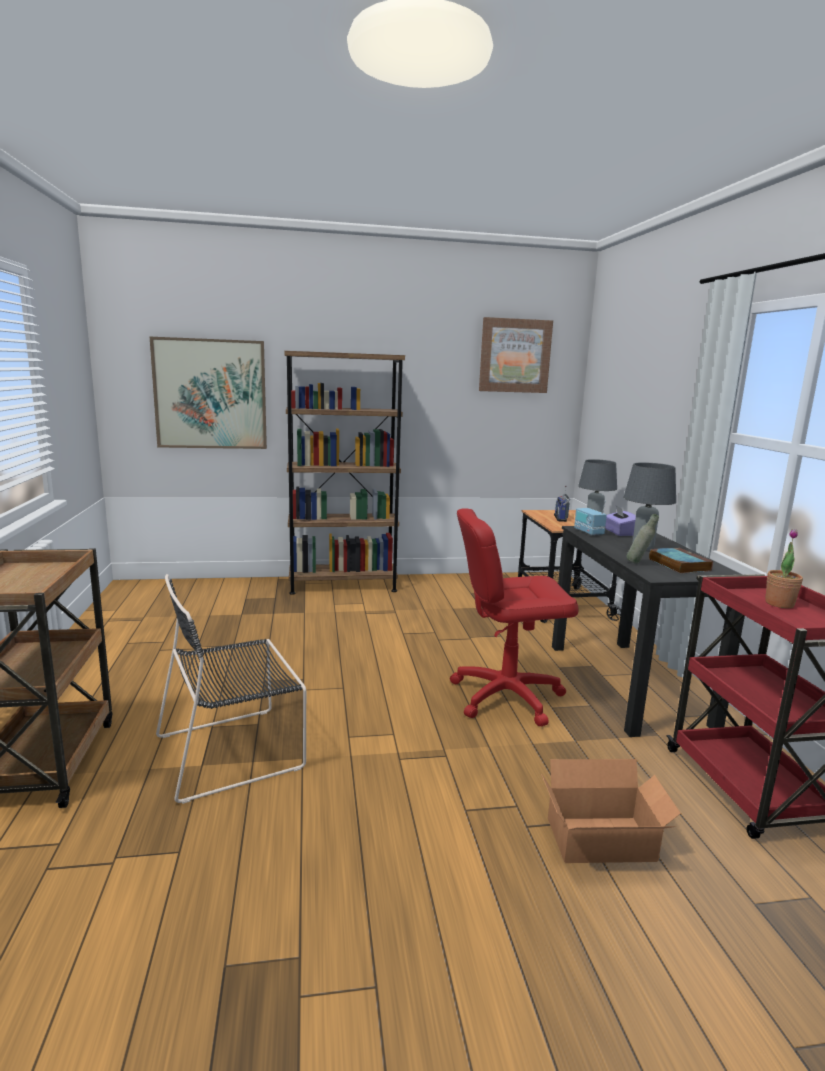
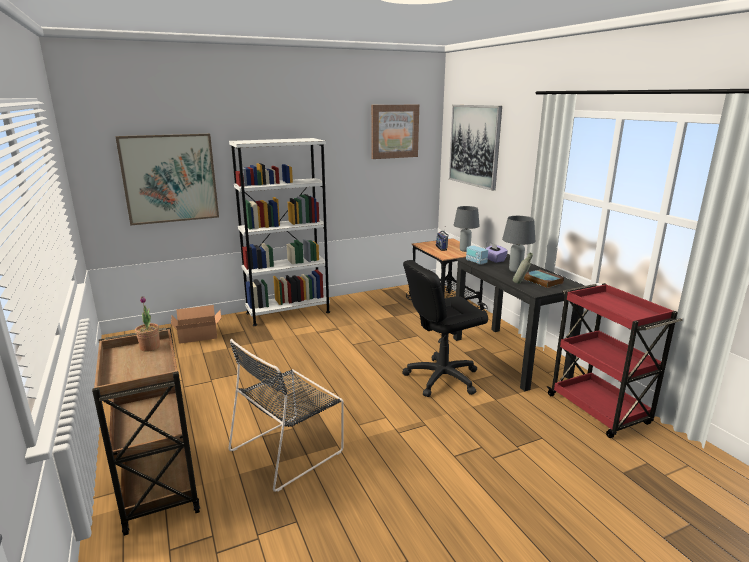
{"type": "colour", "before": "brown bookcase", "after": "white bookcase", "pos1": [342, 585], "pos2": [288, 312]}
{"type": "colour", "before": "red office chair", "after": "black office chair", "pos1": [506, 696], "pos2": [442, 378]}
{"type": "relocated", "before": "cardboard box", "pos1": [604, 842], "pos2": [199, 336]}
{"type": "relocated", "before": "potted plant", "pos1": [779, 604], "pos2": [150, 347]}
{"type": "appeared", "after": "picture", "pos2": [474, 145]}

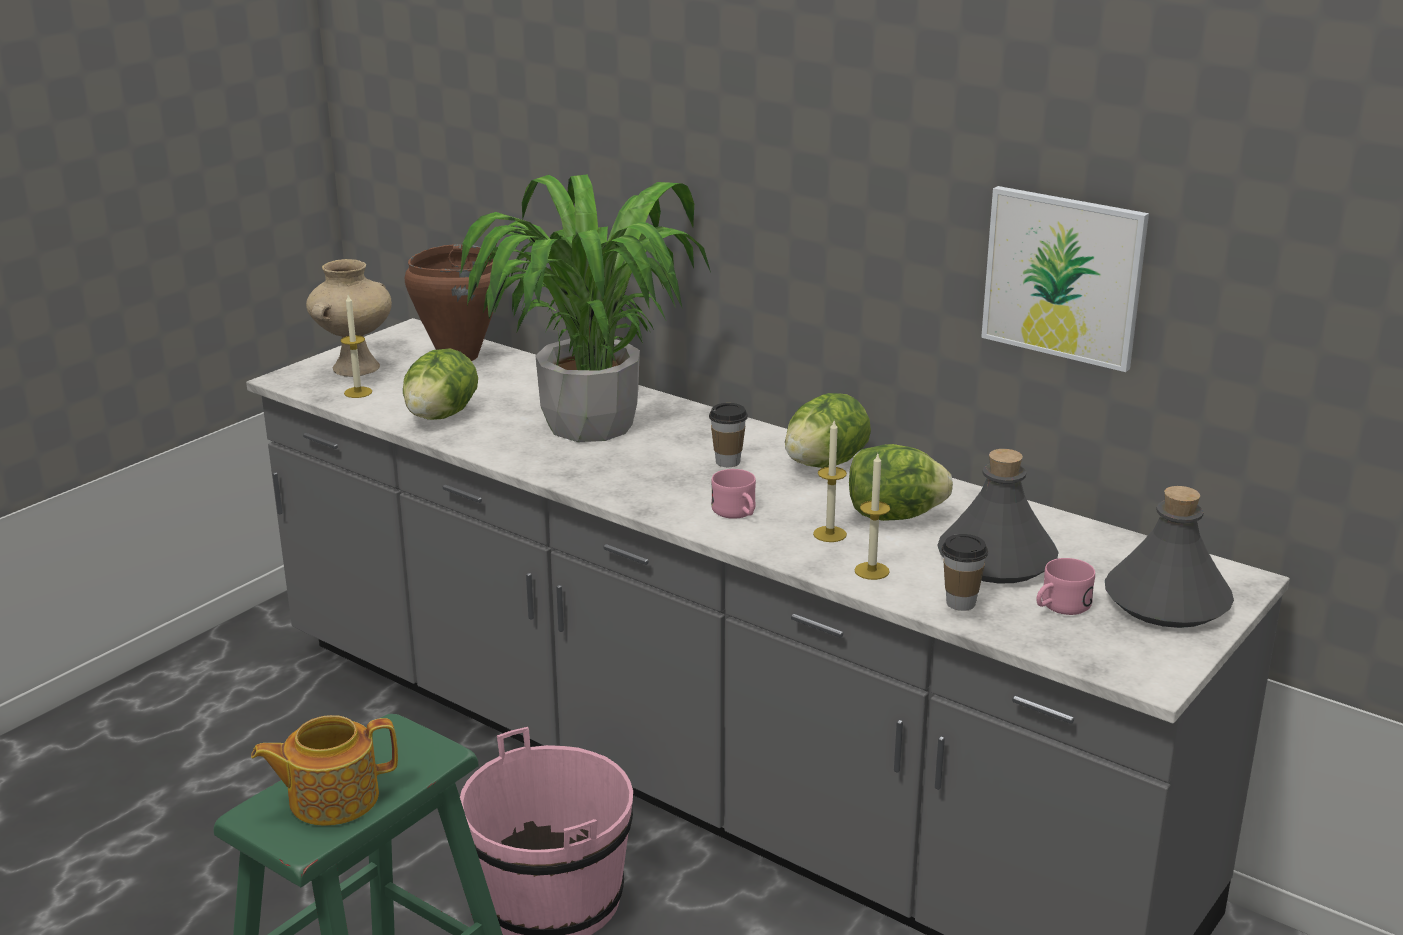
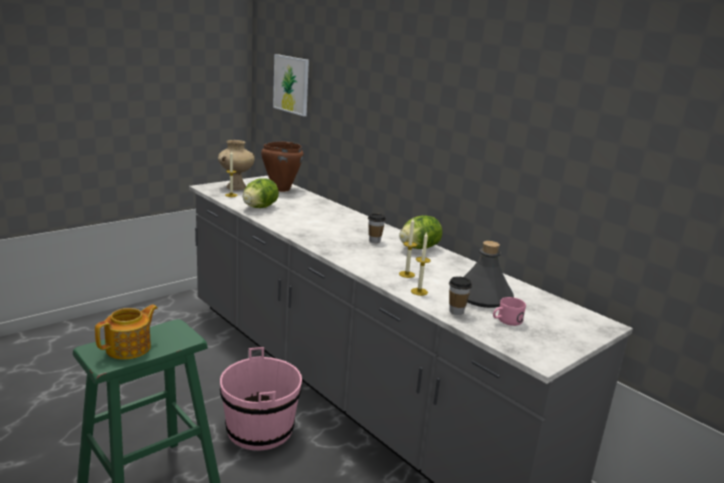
{"type": "spun", "before": "teapot", "pos1": [331, 798], "pos2": [130, 348], "turn": 135}
{"type": "missing", "before": "potted plant", "pos1": [588, 424]}
{"type": "missing", "before": "pink mug", "pos1": [737, 513]}
{"type": "missing", "before": "lettuce", "pos1": [894, 516]}
{"type": "relocated", "before": "picture", "pos1": [1063, 277], "pos2": [291, 84]}
{"type": "missing", "before": "grey bottle", "pos1": [1166, 601]}

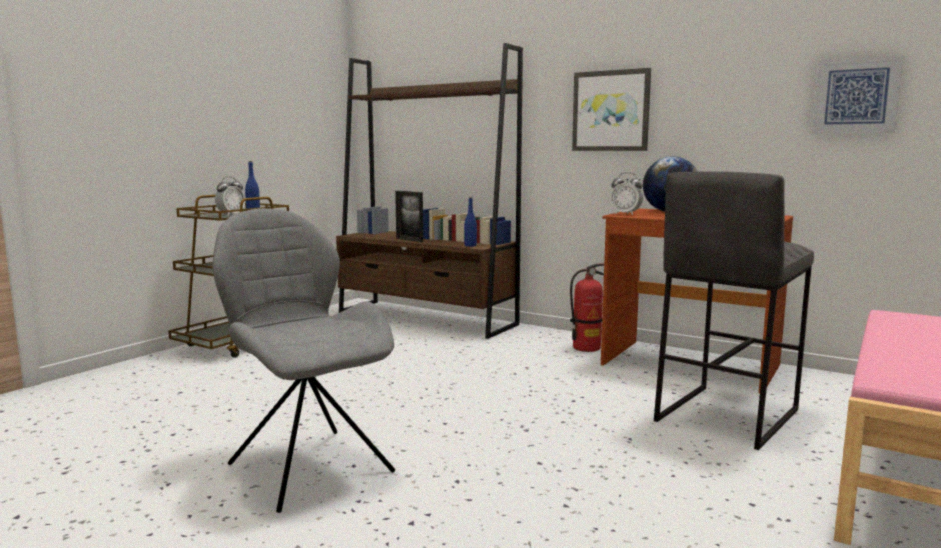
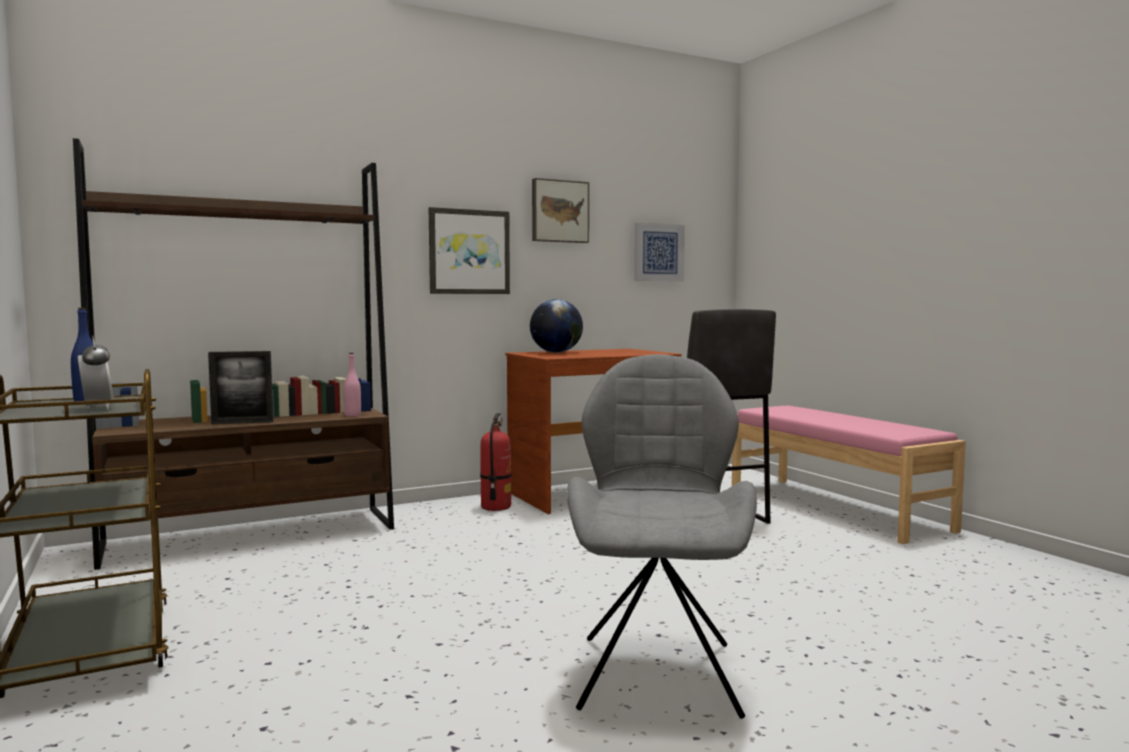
{"type": "spun", "before": "grey chair", "pos1": [307, 465], "pos2": [658, 671], "turn": 105}
{"type": "colour", "before": "blue bottle", "after": "pink bottle", "pos1": [470, 245], "pos2": [352, 415]}
{"type": "missing", "before": "alarm clock", "pos1": [625, 214]}
{"type": "appeared", "after": "picture", "pos2": [559, 211]}

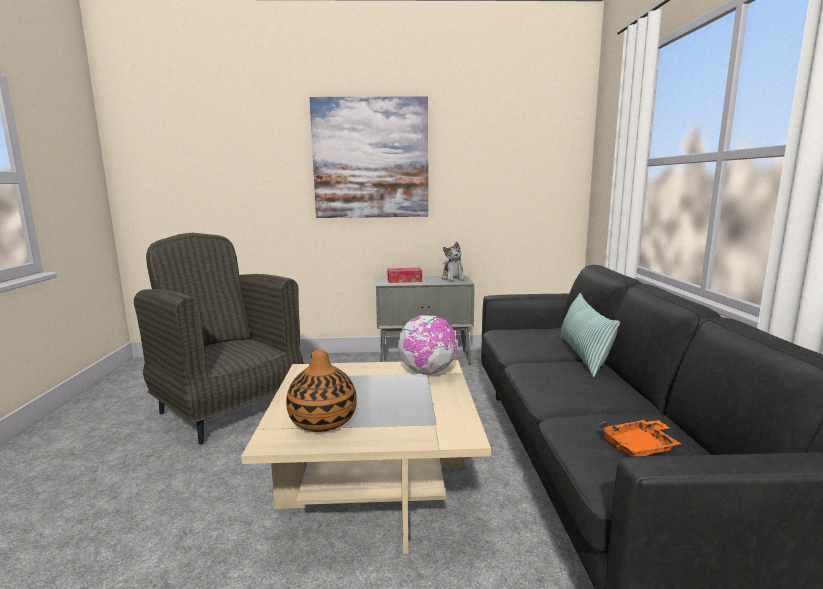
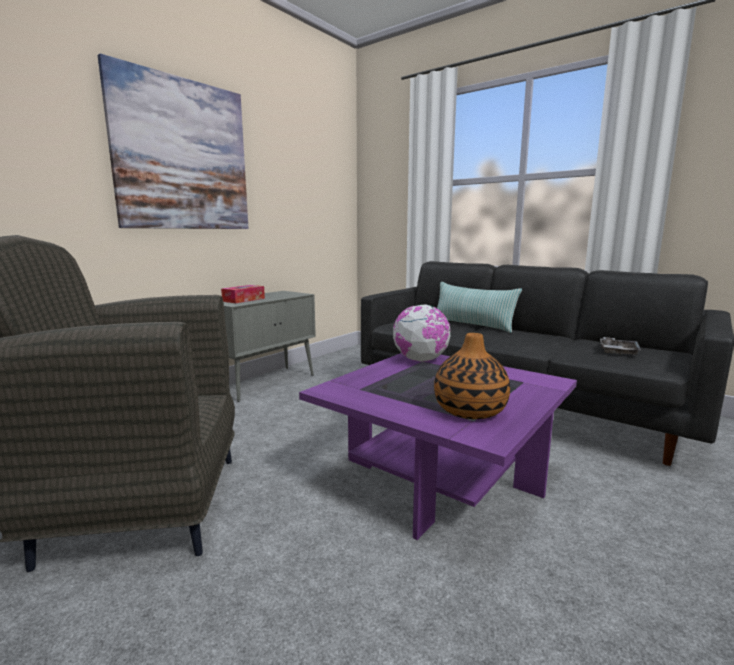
{"type": "colour", "before": "beige coffee table", "after": "purple coffee table", "pos1": [375, 485], "pos2": [439, 476]}
{"type": "missing", "before": "plush toy", "pos1": [453, 278]}
{"type": "colour", "before": "orange tray", "after": "grey tray", "pos1": [640, 447], "pos2": [617, 352]}

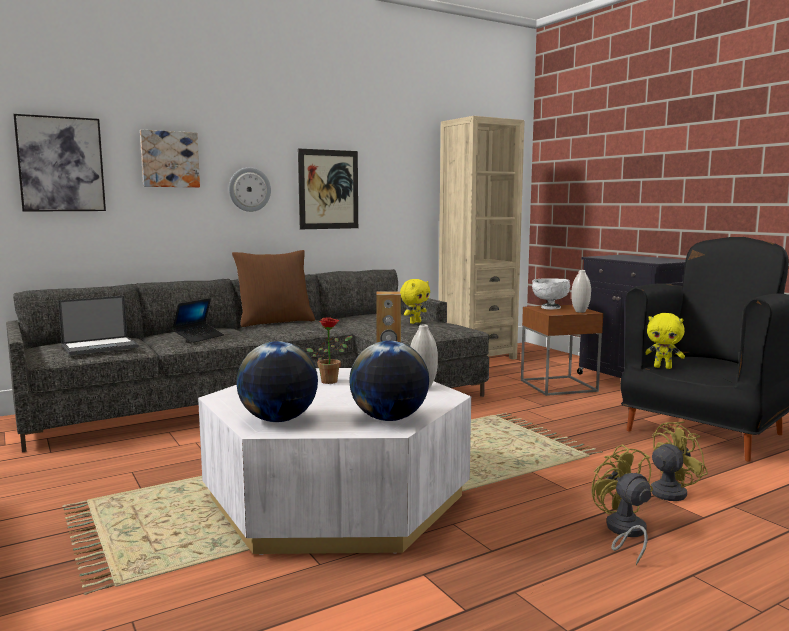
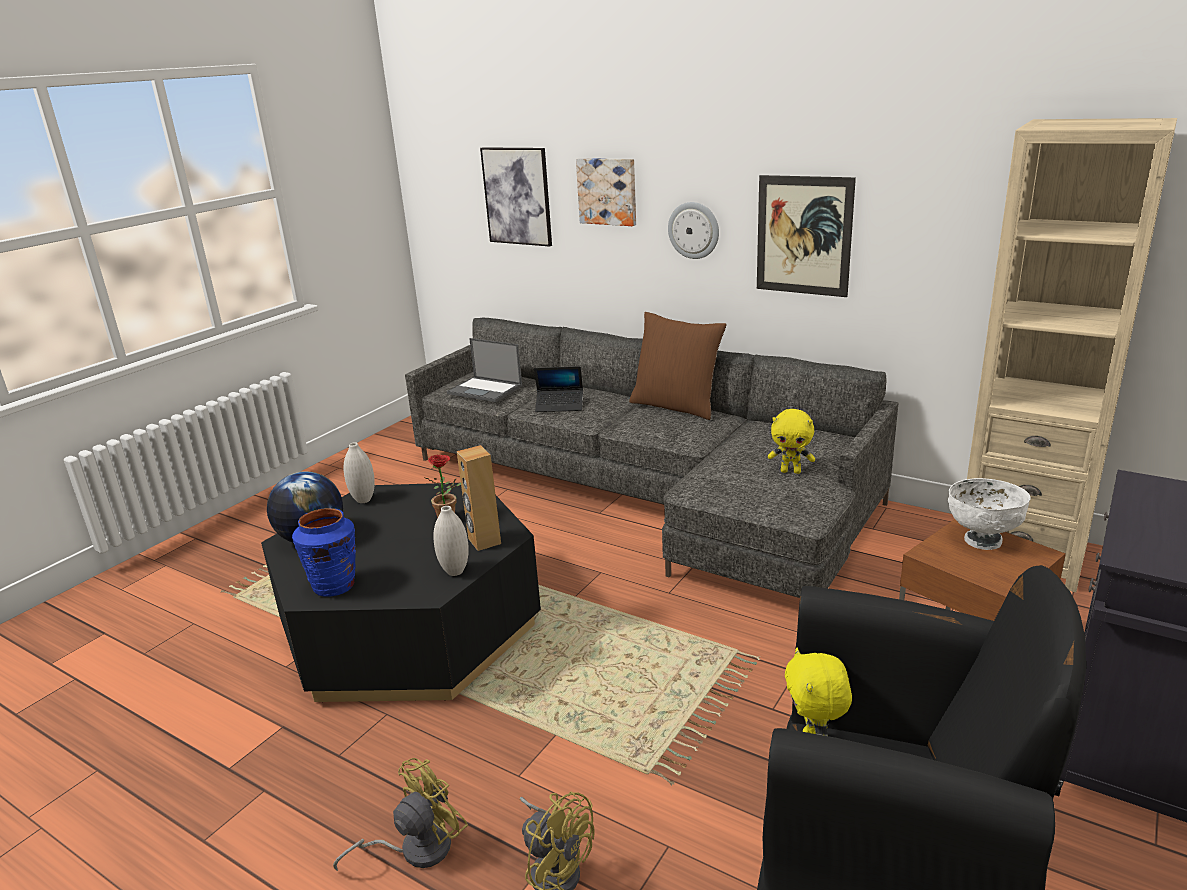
{"type": "colour", "before": "white coffee table", "after": "black coffee table", "pos1": [337, 498], "pos2": [412, 628]}
{"type": "exchanged", "before": "globe", "after": "blue vase", "pos1": [389, 419], "pos2": [334, 586]}
{"type": "relocated", "before": "white vase", "pos1": [580, 311], "pos2": [363, 500]}

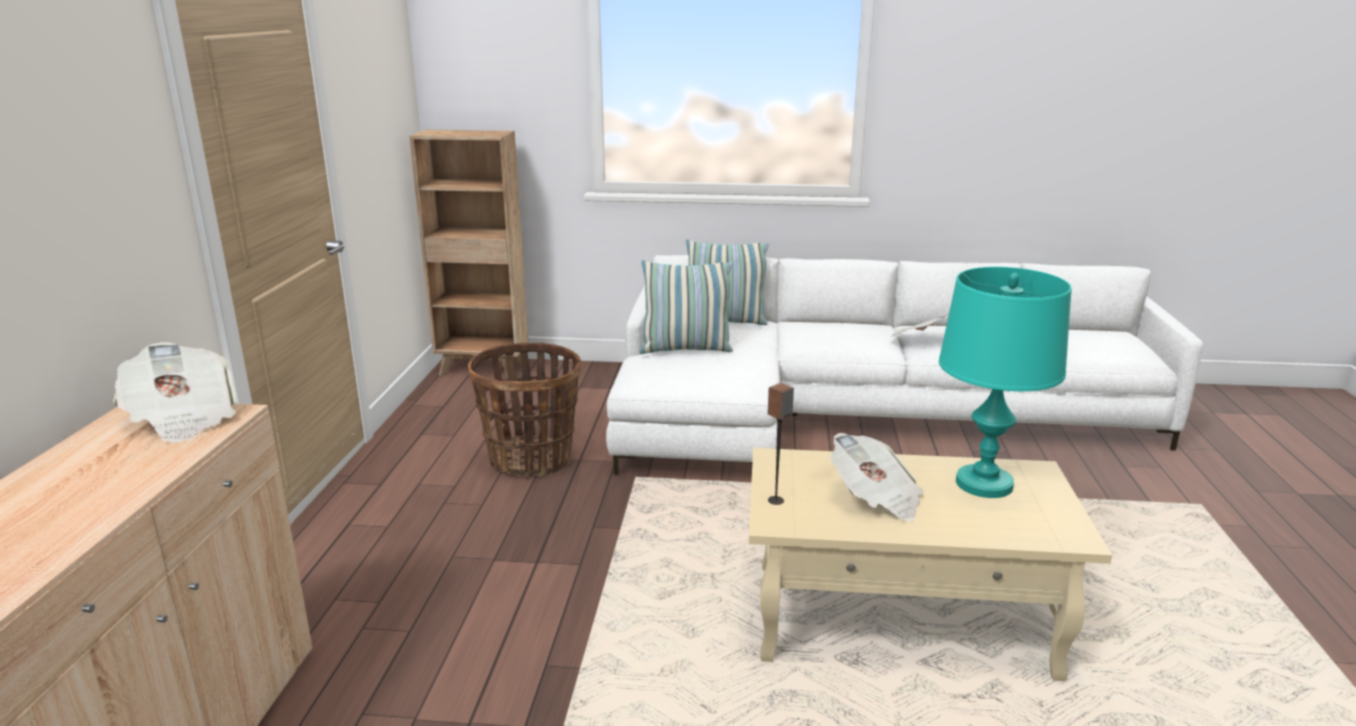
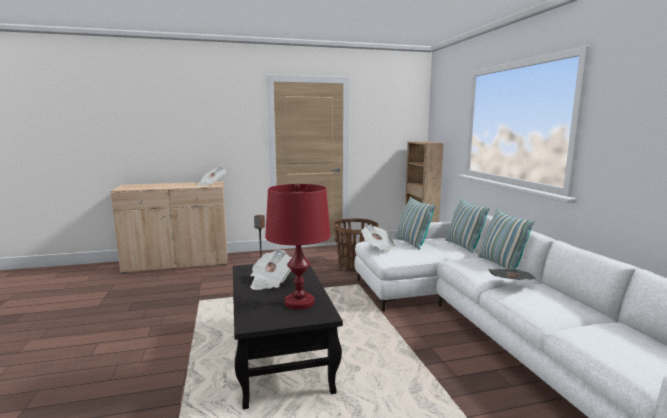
{"type": "colour", "before": "beige coffee table", "after": "black coffee table", "pos1": [902, 619], "pos2": [281, 356]}
{"type": "colour", "before": "turquoise table lamp", "after": "red table lamp", "pos1": [984, 484], "pos2": [299, 302]}
{"type": "appeared", "after": "newspaper", "pos2": [378, 247]}
{"type": "appeared", "after": "pillow", "pos2": [500, 264]}

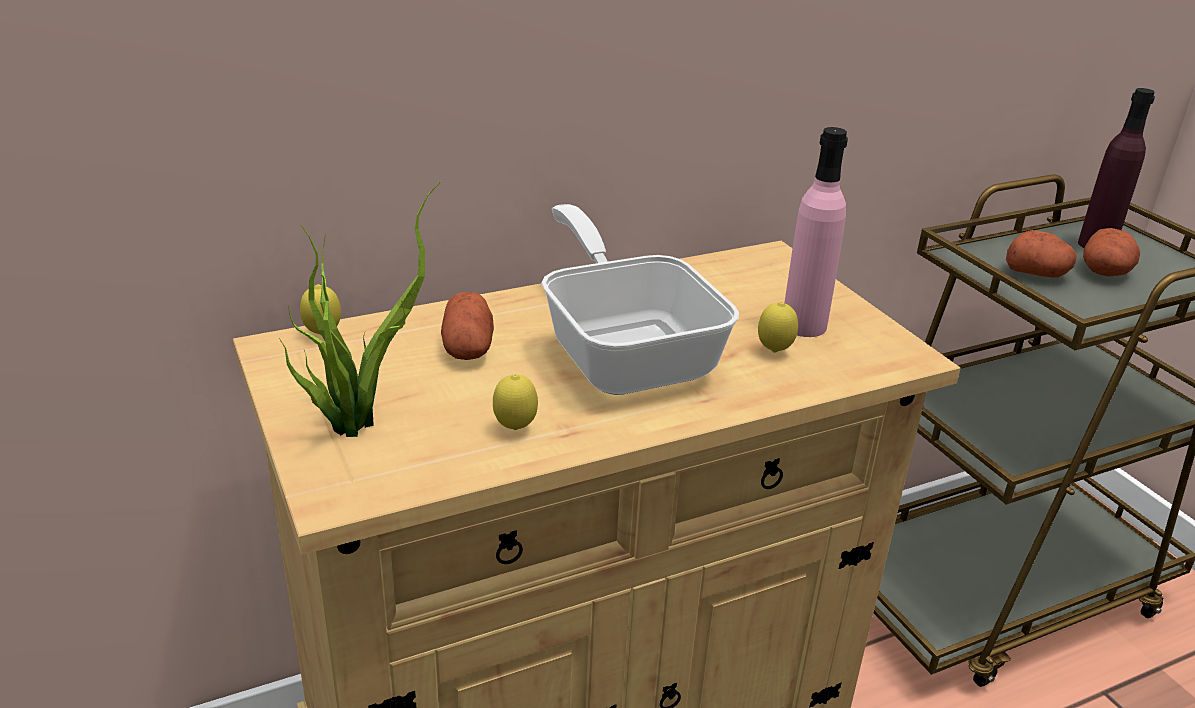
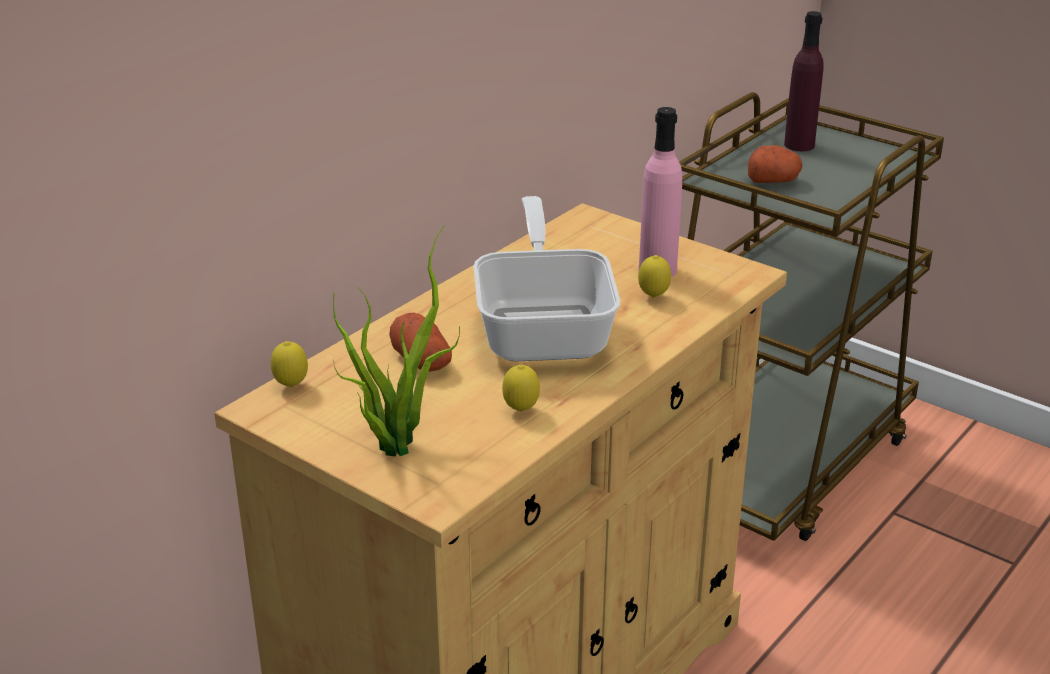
{"type": "spun", "before": "frying pan", "pos1": [625, 350], "pos2": [545, 327], "turn": 45}
{"type": "missing", "before": "potato", "pos1": [1105, 272]}

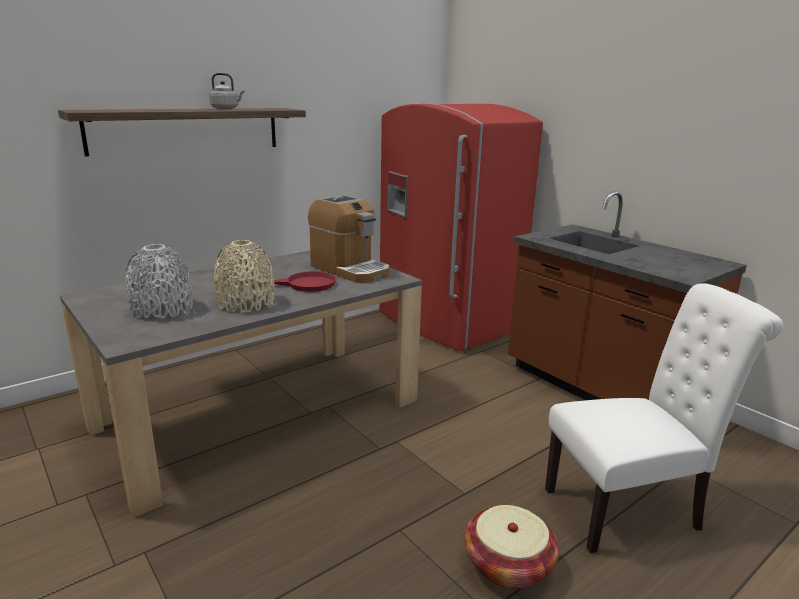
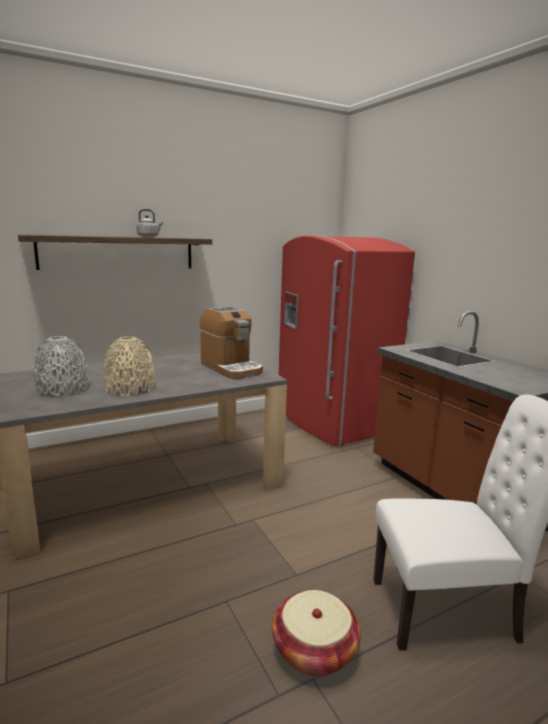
{"type": "missing", "before": "red frying pan", "pos1": [301, 284]}

